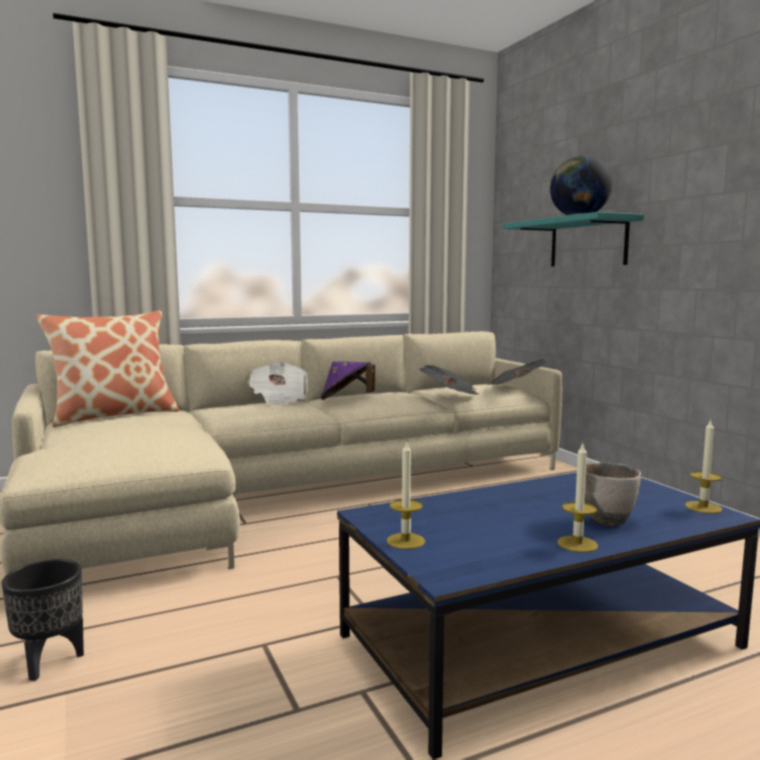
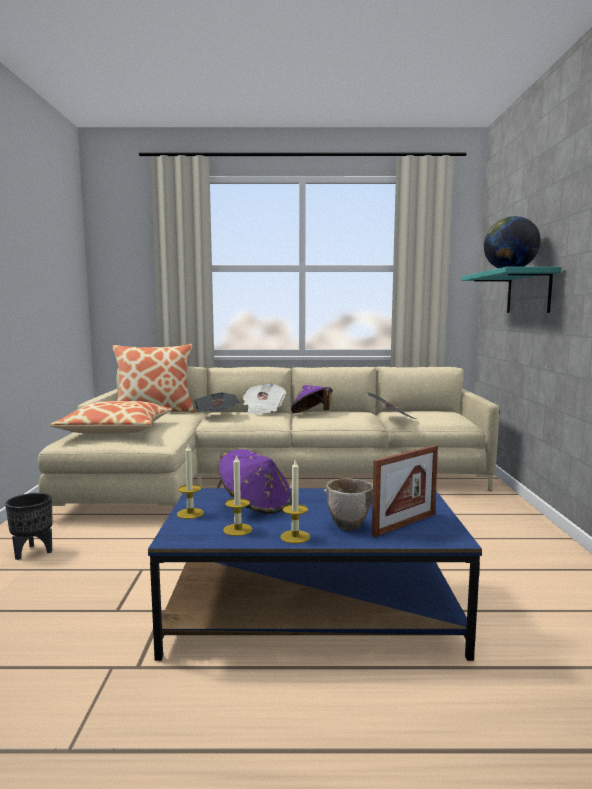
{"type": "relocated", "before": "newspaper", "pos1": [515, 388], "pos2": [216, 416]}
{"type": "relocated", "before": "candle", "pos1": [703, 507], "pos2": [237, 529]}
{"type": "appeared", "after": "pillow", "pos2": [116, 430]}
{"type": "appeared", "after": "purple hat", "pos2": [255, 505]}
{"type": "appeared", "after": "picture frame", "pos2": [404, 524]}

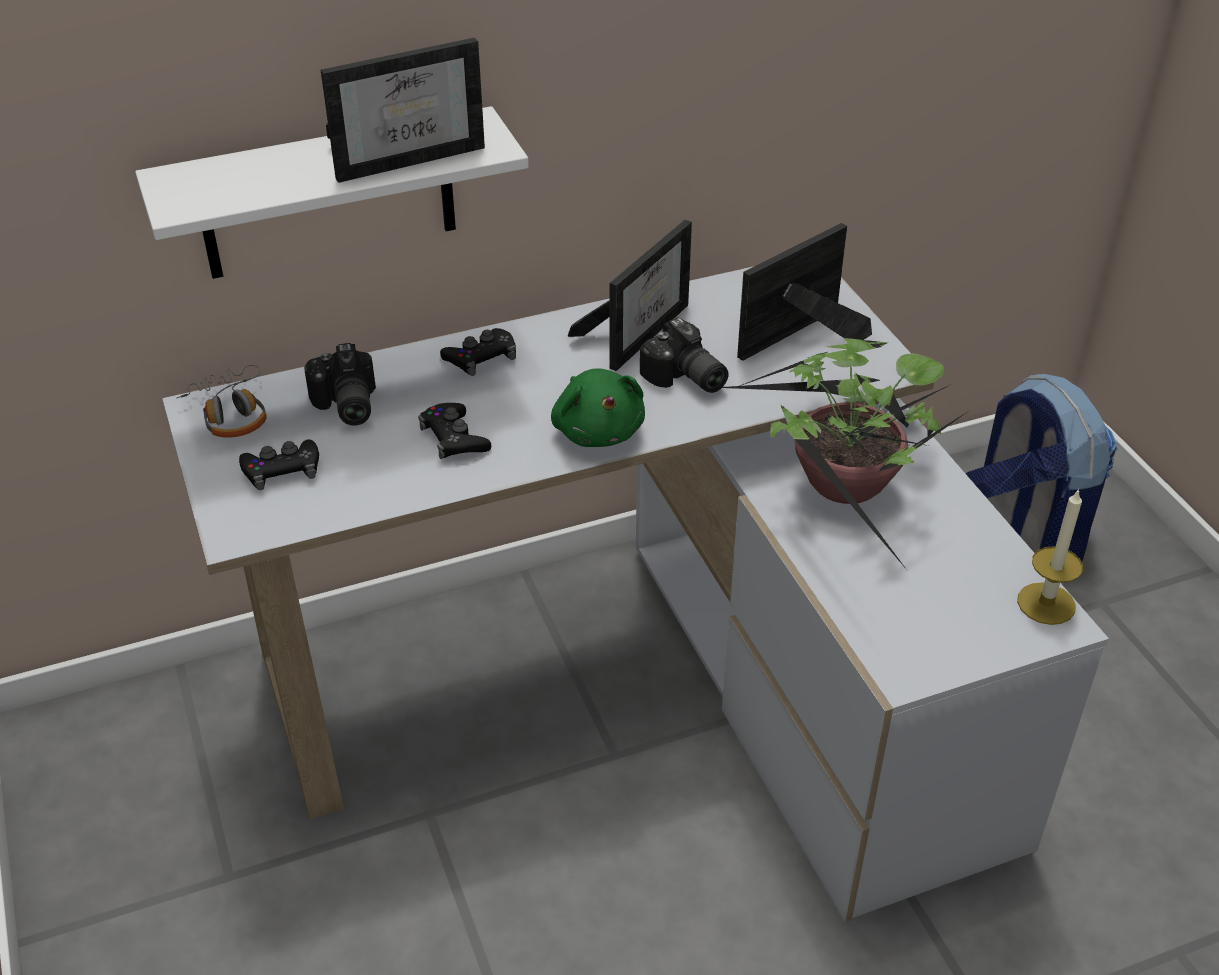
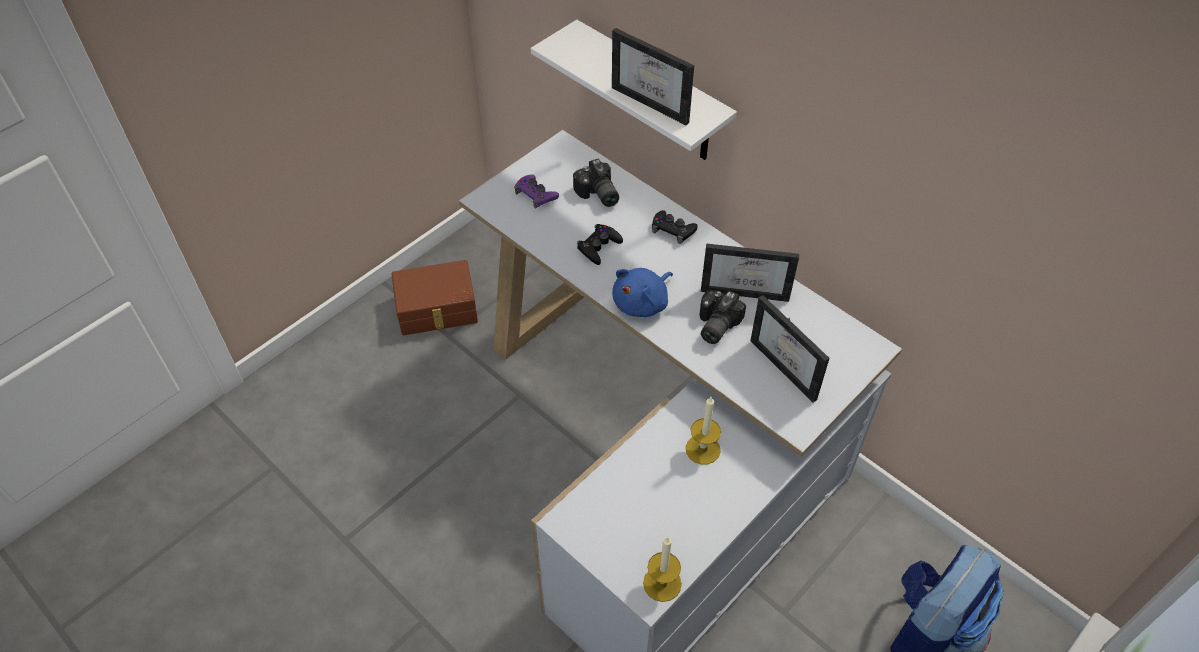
{"type": "missing", "before": "headphones", "pos1": [232, 413]}
{"type": "colour", "before": "black game controller", "after": "purple game controller", "pos1": [282, 470], "pos2": [536, 194]}
{"type": "spun", "before": "photo camera", "pos1": [344, 406], "pos2": [597, 195], "turn": -75}
{"type": "colour", "before": "green plush toy", "after": "blue plush toy", "pos1": [598, 430], "pos2": [642, 303]}
{"type": "exchanged", "before": "potted plant", "after": "candle", "pos1": [846, 492], "pos2": [703, 449]}
{"type": "spun", "before": "picture frame", "pos1": [796, 340], "pos2": [791, 366], "turn": -150}
{"type": "appeared", "after": "brown storage box", "pos2": [437, 310]}

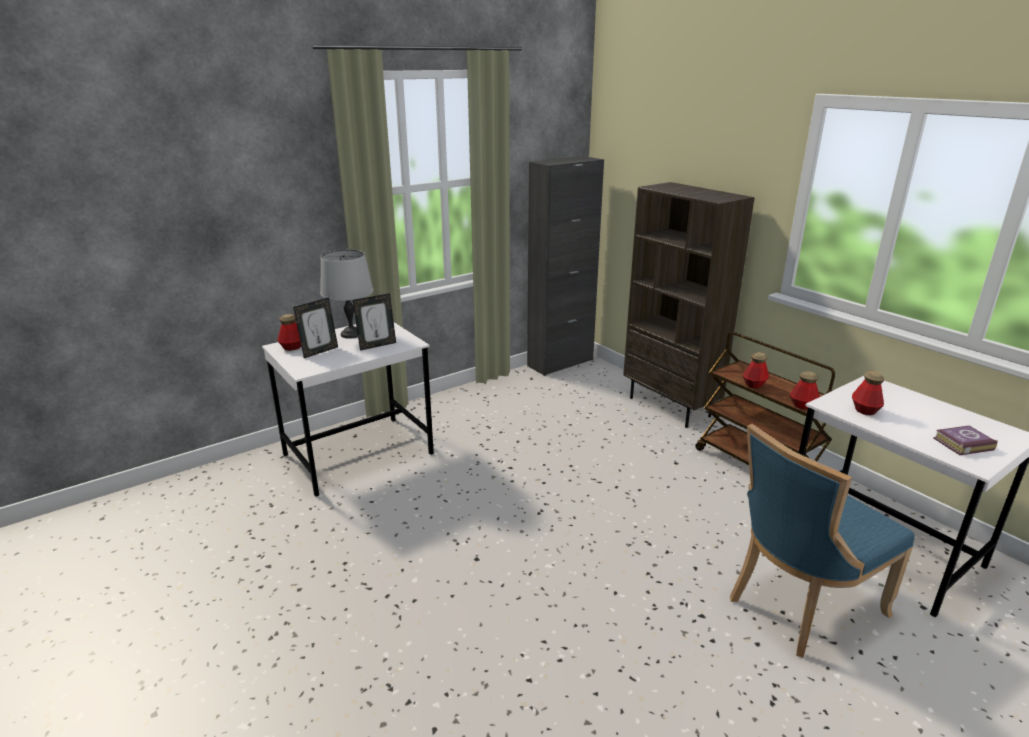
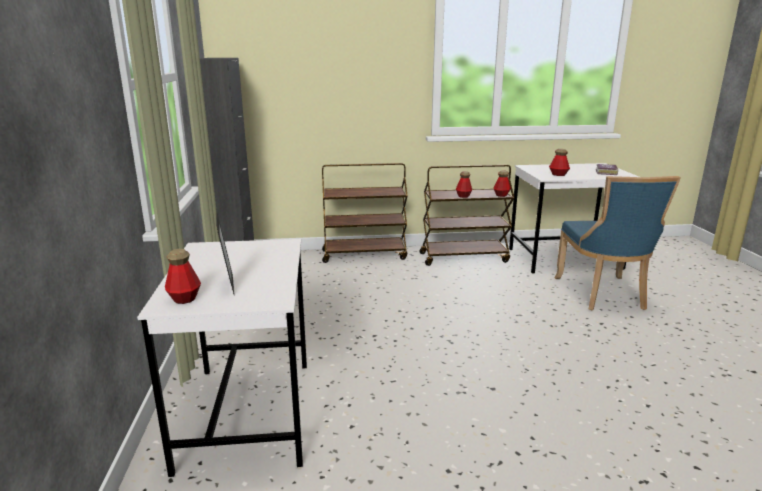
{"type": "missing", "before": "grey table lamp", "pos1": [352, 334]}
{"type": "missing", "before": "picture frame", "pos1": [377, 345]}
{"type": "exchanged", "before": "brown bookcase", "after": "brown cart", "pos1": [670, 407], "pos2": [364, 255]}

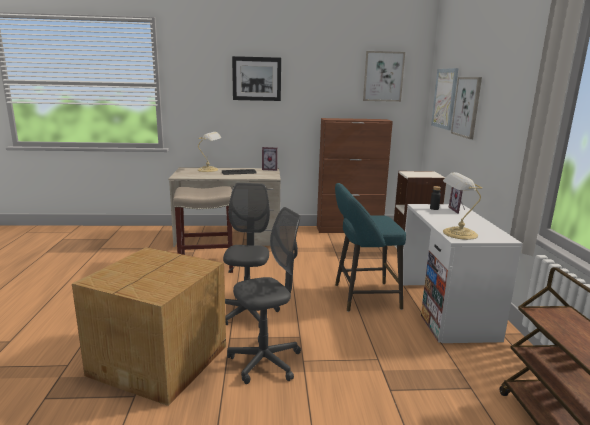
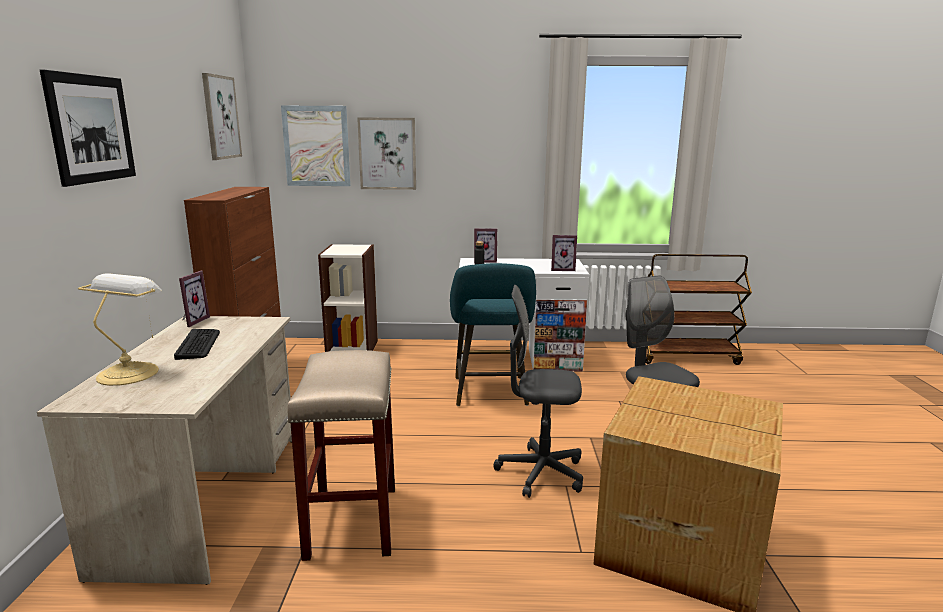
{"type": "exchanged", "before": "table lamp", "after": "picture frame", "pos1": [458, 233], "pos2": [562, 269]}

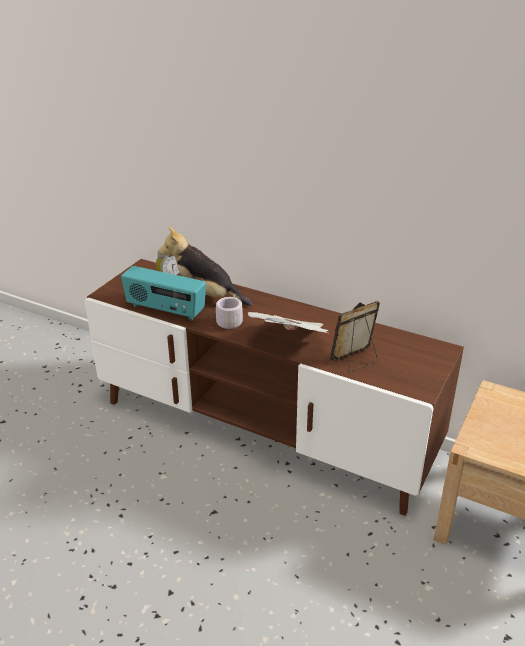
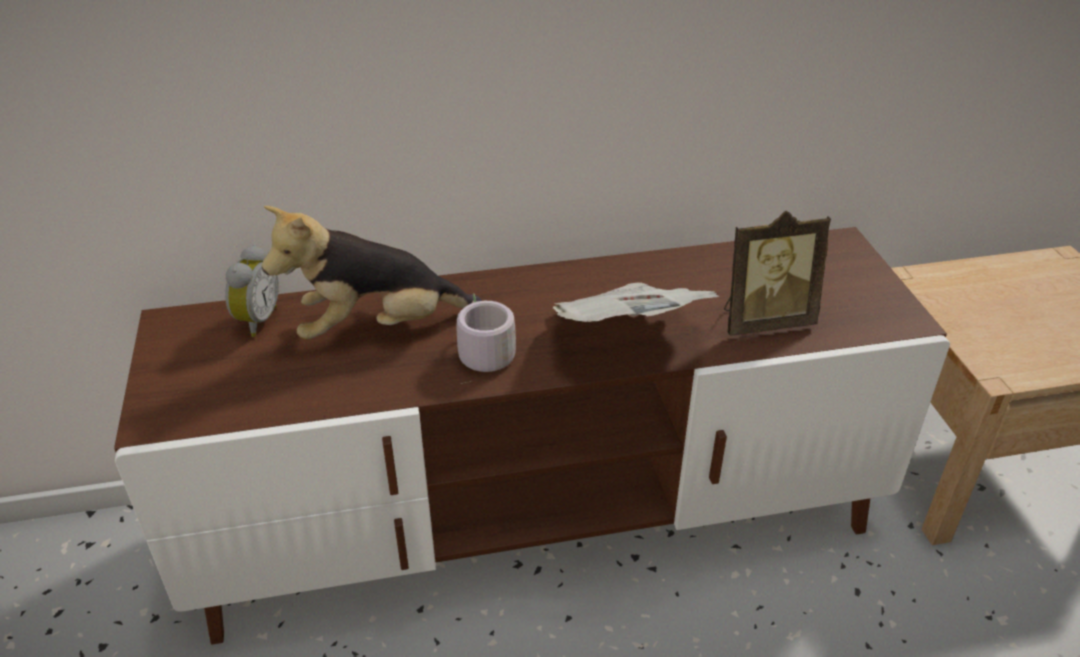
{"type": "missing", "before": "radio", "pos1": [165, 310]}
{"type": "spun", "before": "picture frame", "pos1": [355, 361], "pos2": [764, 320], "turn": -120}

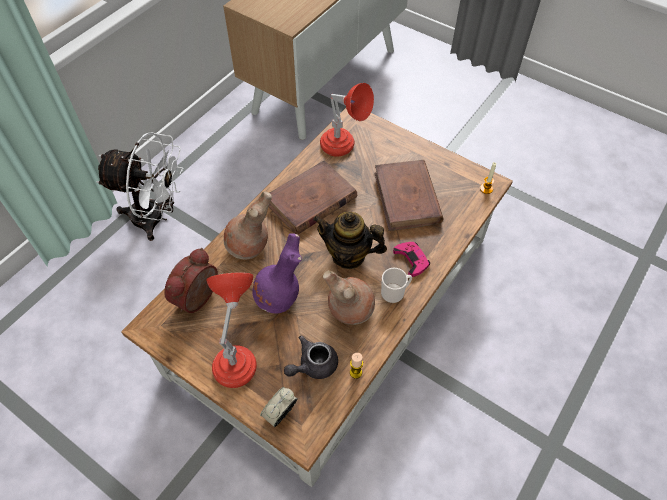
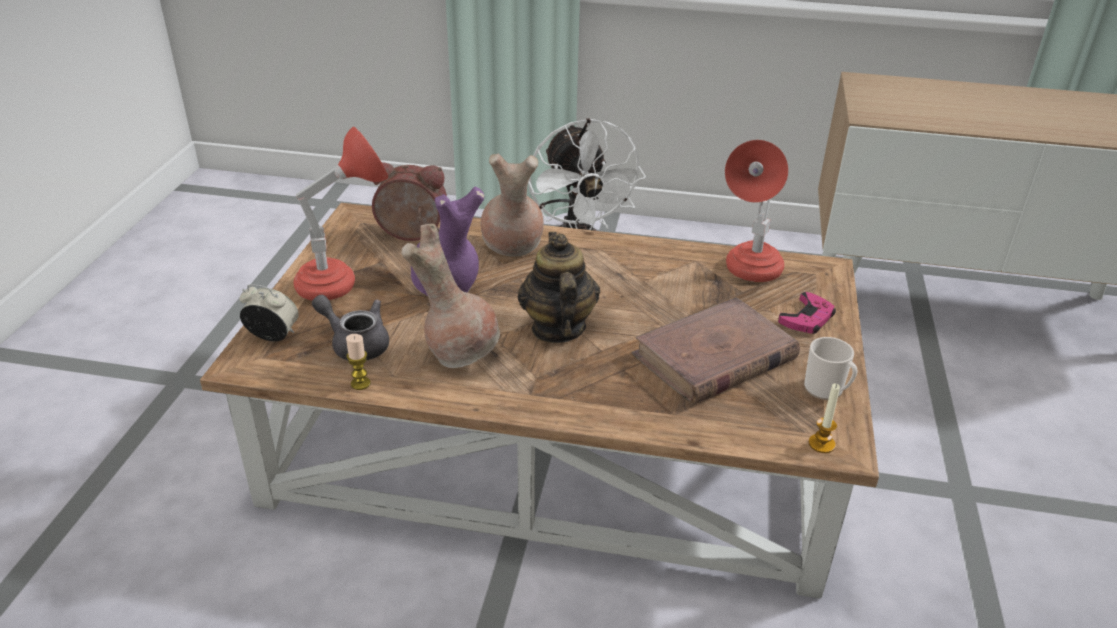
{"type": "missing", "before": "brown book", "pos1": [310, 201]}
{"type": "relocated", "before": "mug", "pos1": [395, 293], "pos2": [827, 390]}
{"type": "relocated", "before": "pink game controller", "pos1": [411, 260], "pos2": [807, 318]}

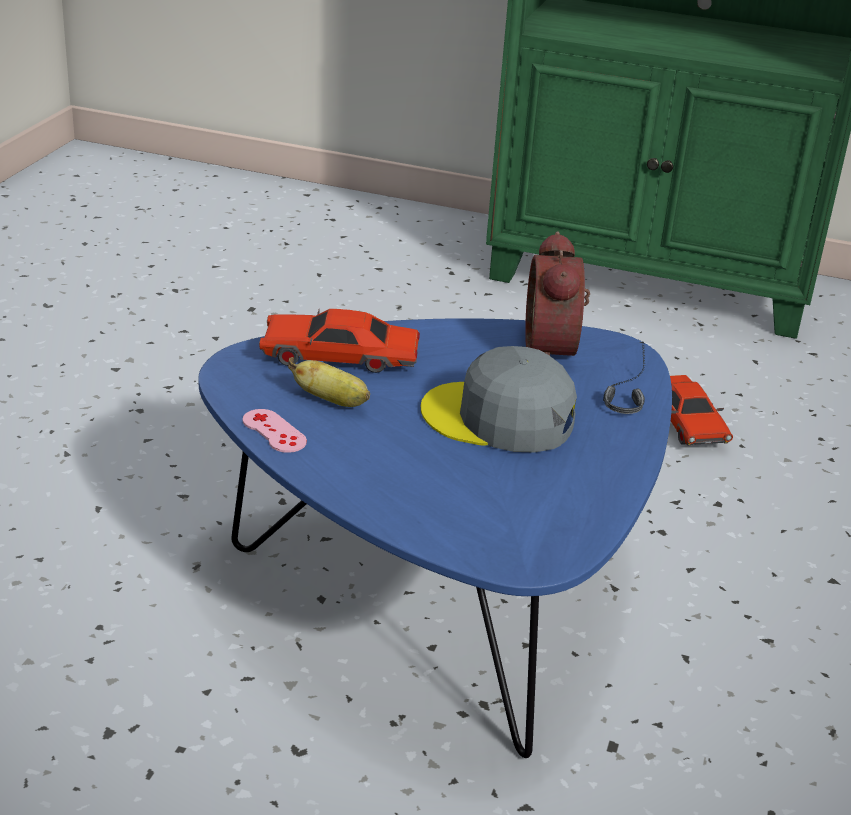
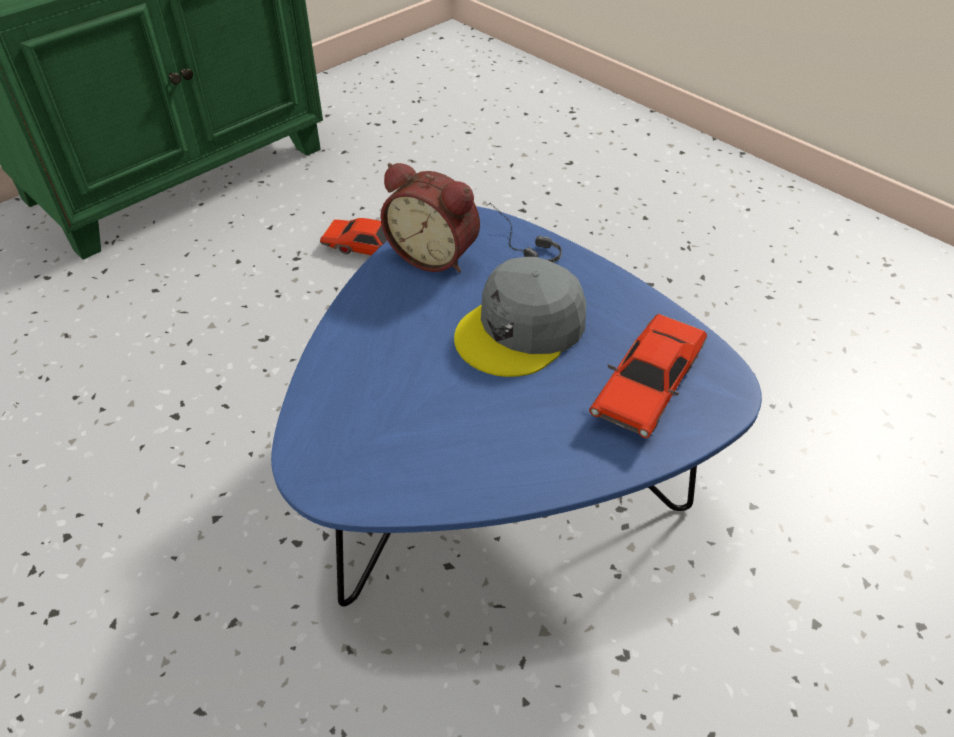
{"type": "missing", "before": "pink game controller", "pos1": [274, 431]}
{"type": "relocated", "before": "red toy car", "pos1": [340, 357], "pos2": [648, 385]}
{"type": "missing", "before": "banana", "pos1": [332, 401]}

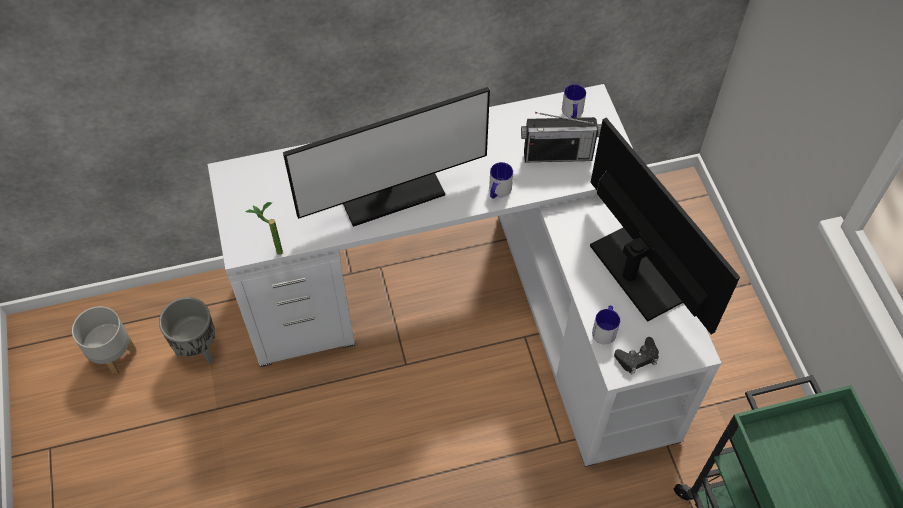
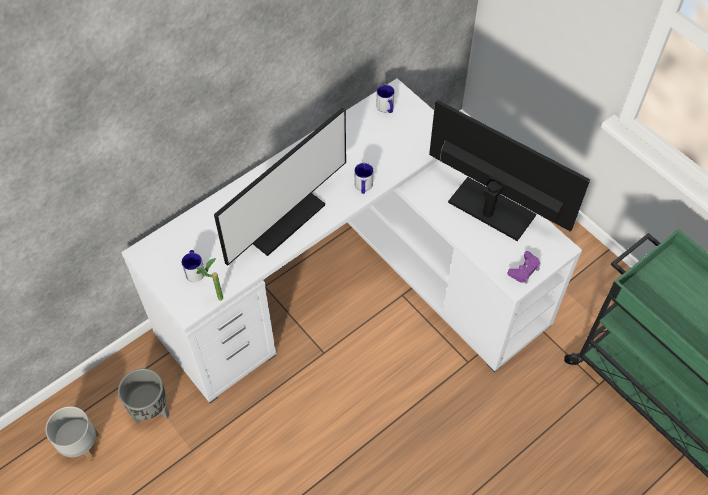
{"type": "missing", "before": "radio", "pos1": [557, 154]}
{"type": "relocated", "before": "mug", "pos1": [605, 329], "pos2": [195, 270]}
{"type": "colour", "before": "black game controller", "after": "purple game controller", "pos1": [637, 358], "pos2": [524, 270]}

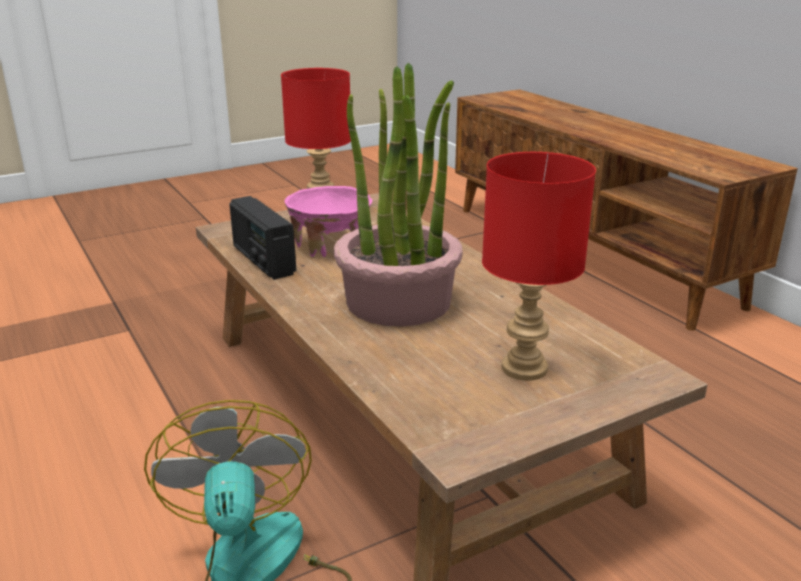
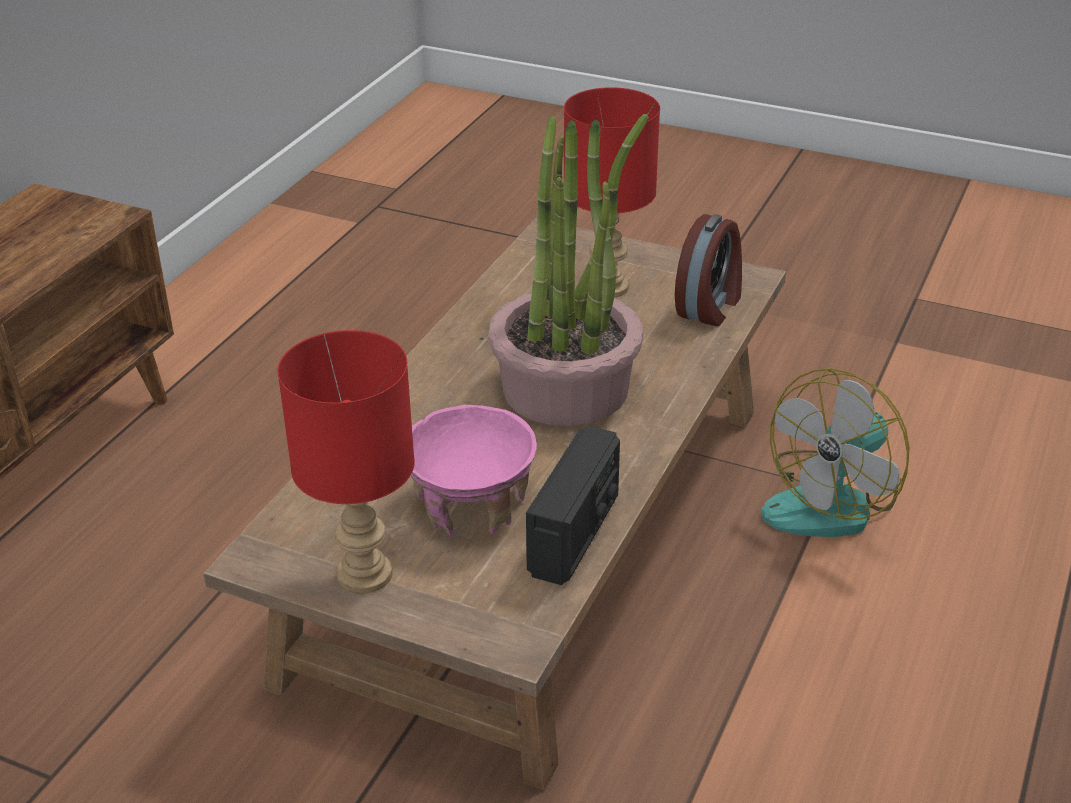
{"type": "appeared", "after": "alarm clock", "pos2": [710, 306]}

